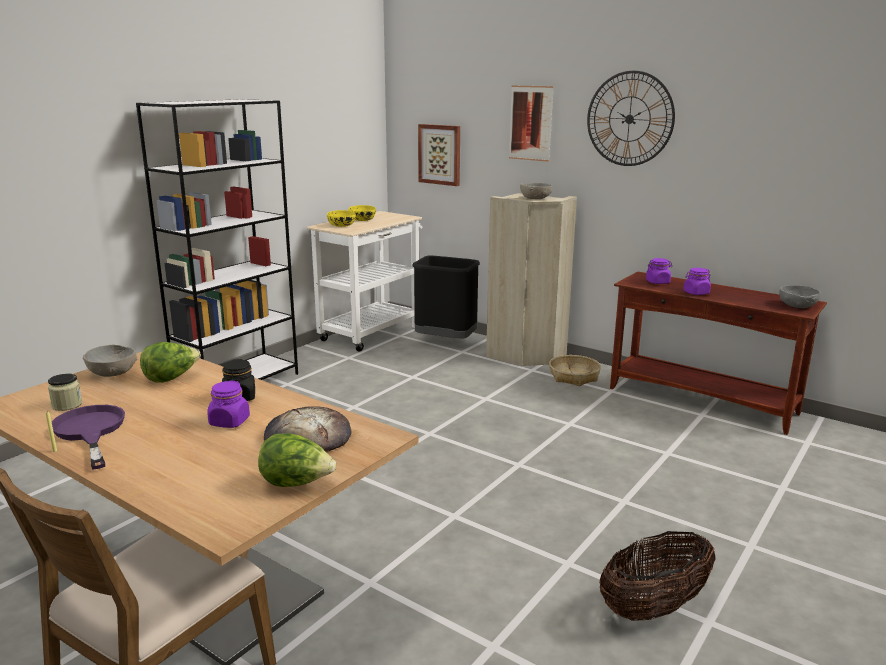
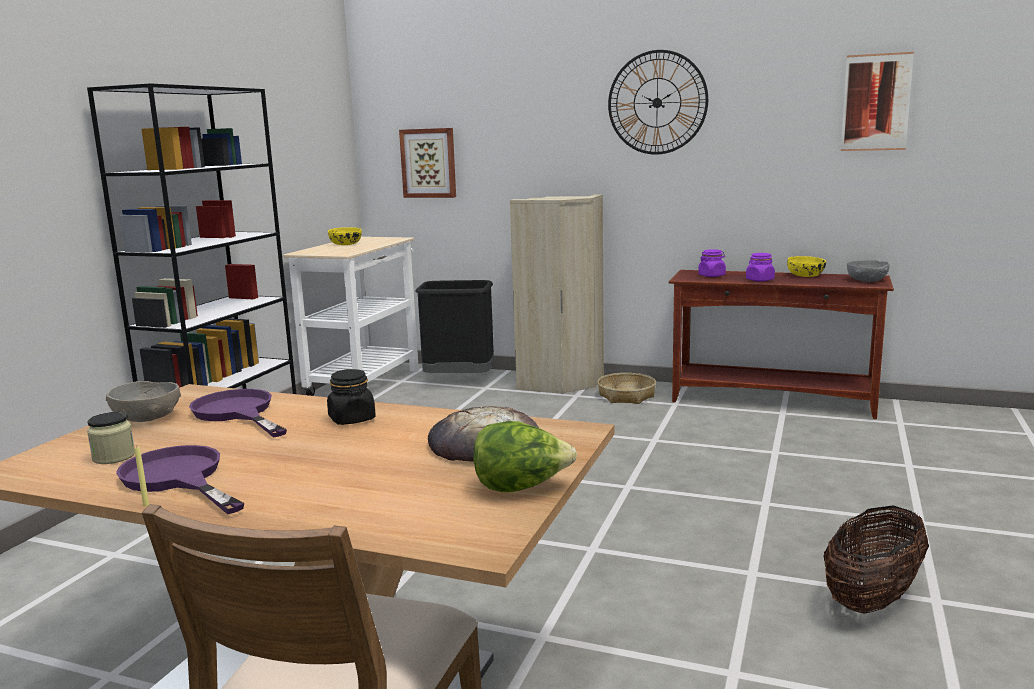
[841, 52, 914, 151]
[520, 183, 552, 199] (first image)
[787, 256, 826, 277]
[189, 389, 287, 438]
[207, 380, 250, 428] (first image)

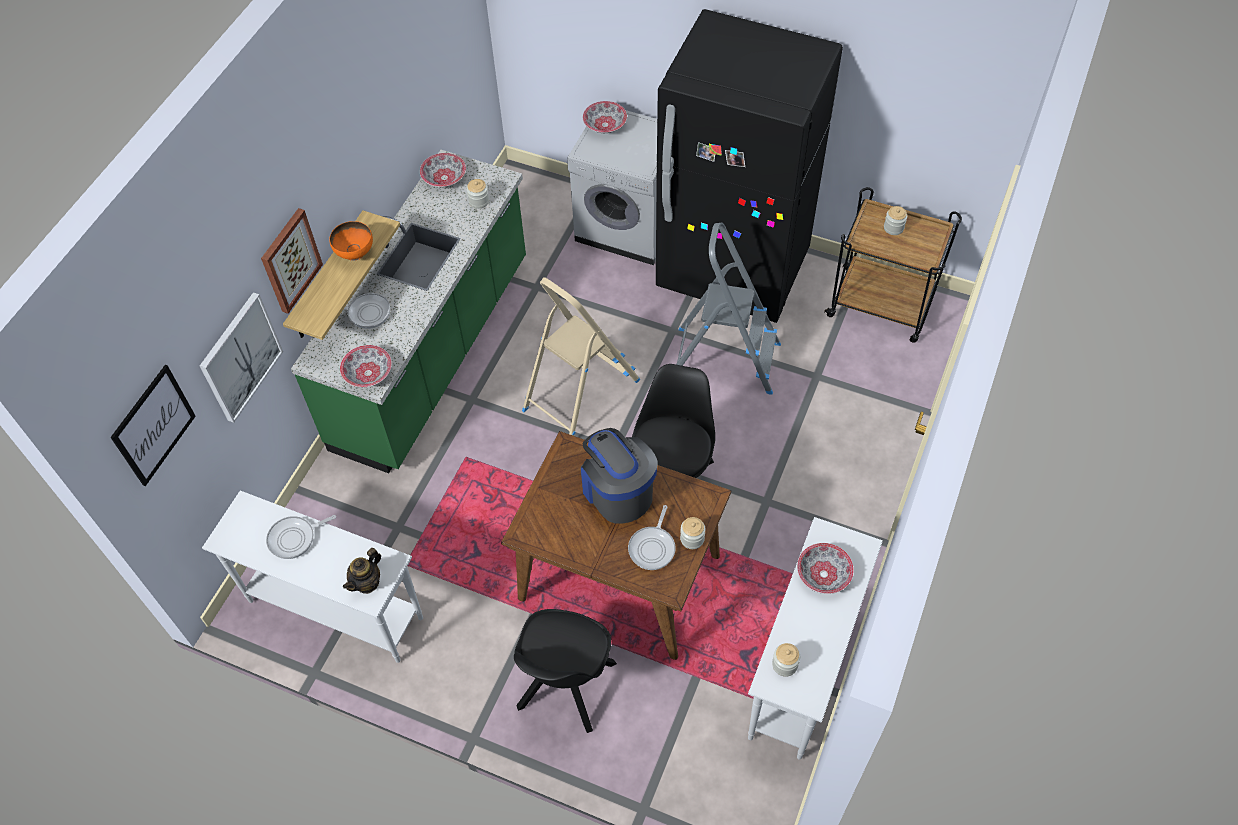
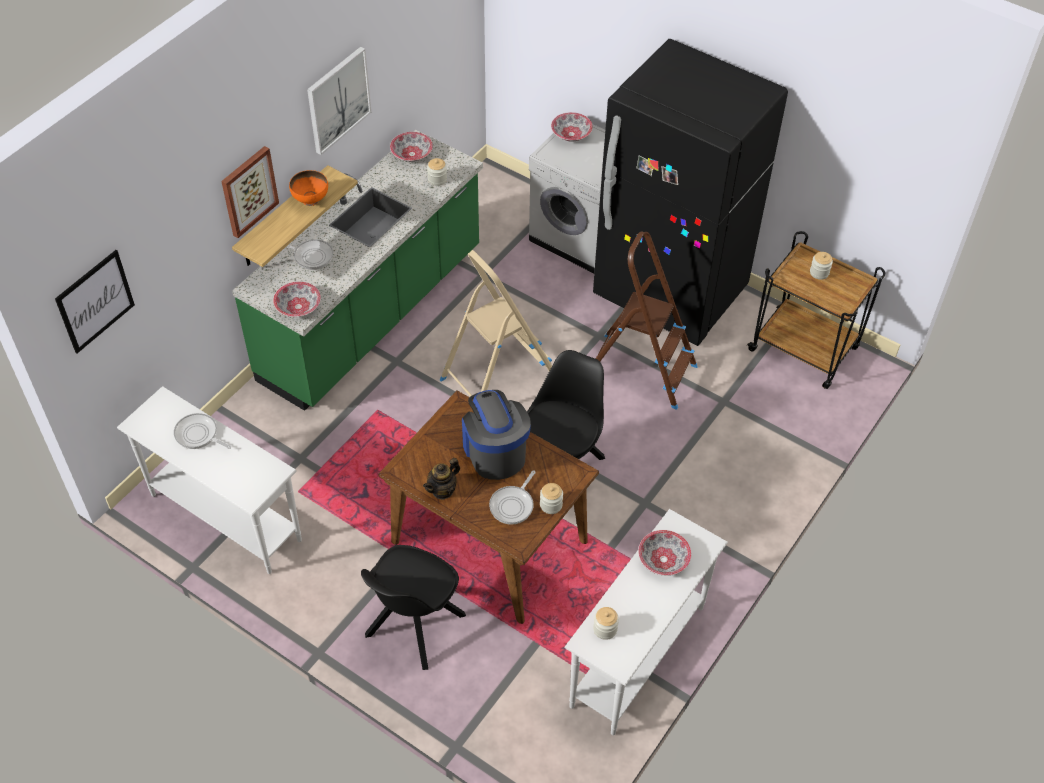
[595, 232, 698, 410]
[307, 47, 371, 155]
[174, 413, 231, 449]
[423, 458, 460, 500]

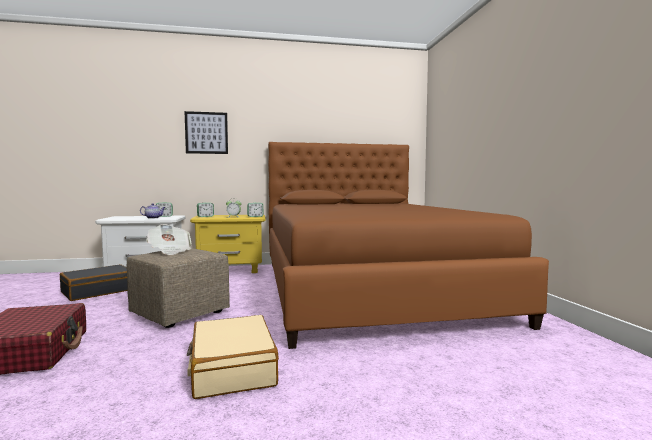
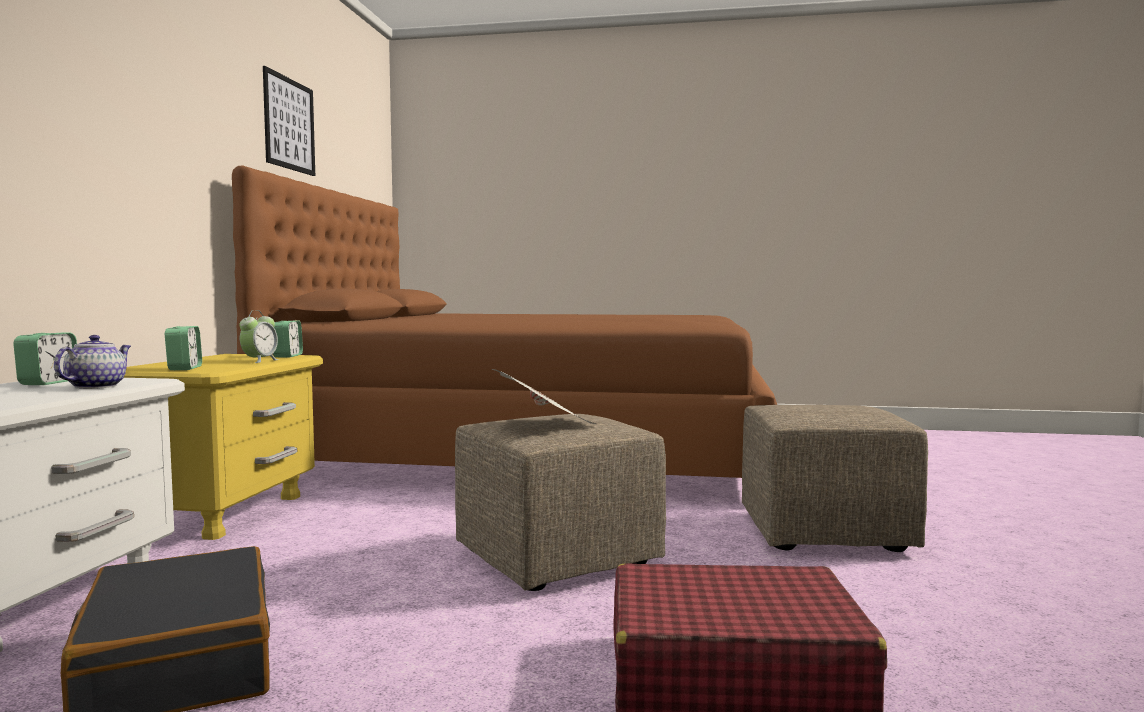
[263, 66, 315, 176]
[742, 405, 928, 552]

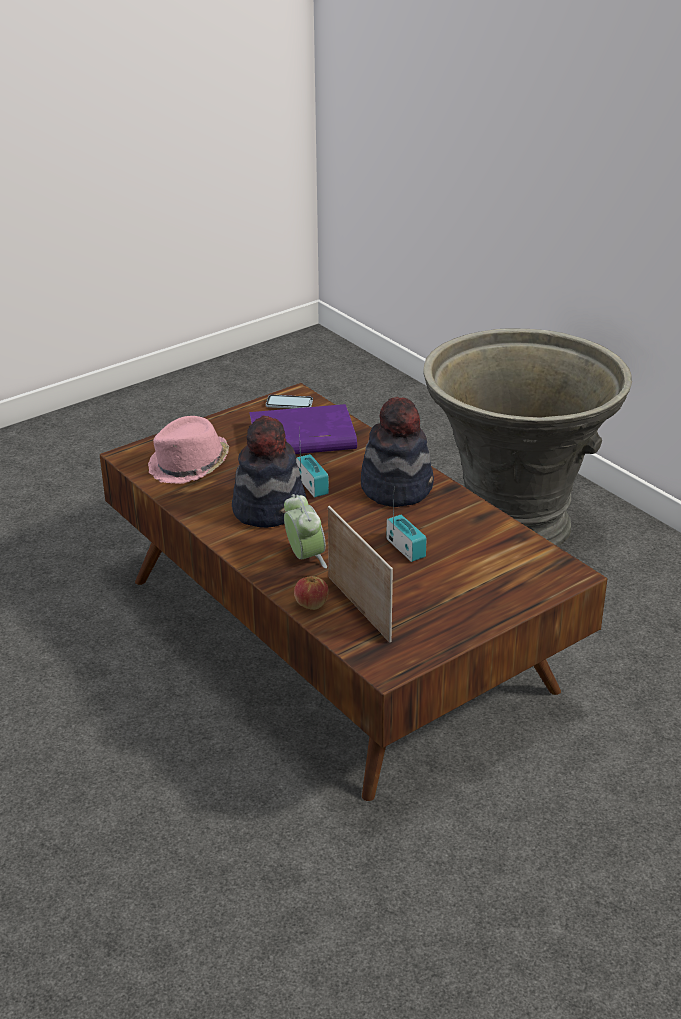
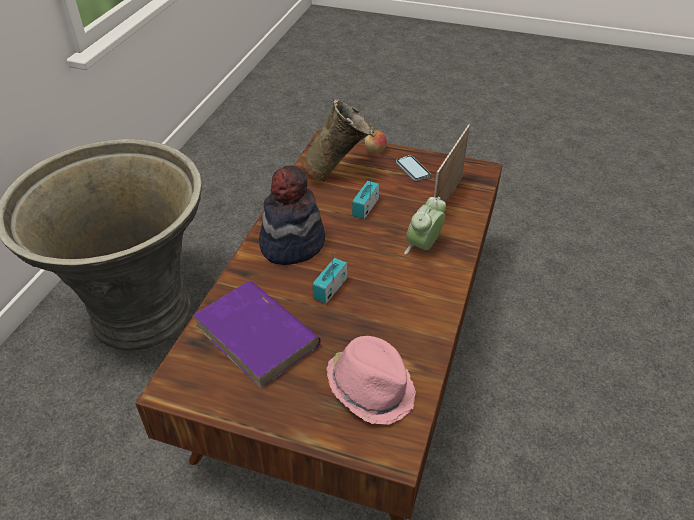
[396, 155, 431, 181]
[232, 416, 306, 528] (first image)
[365, 130, 387, 154]
[300, 99, 374, 181]

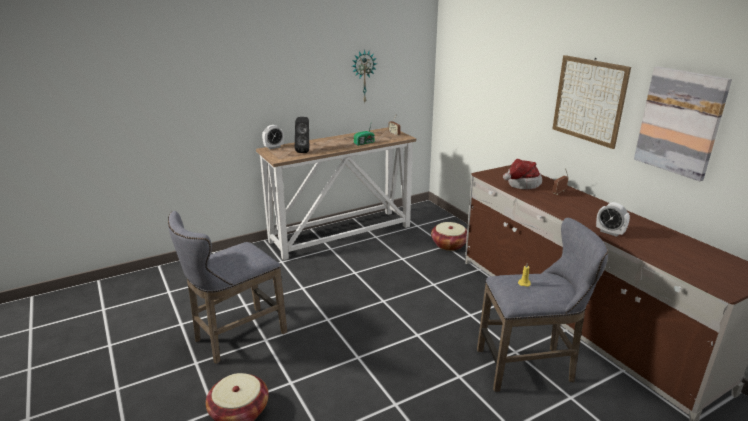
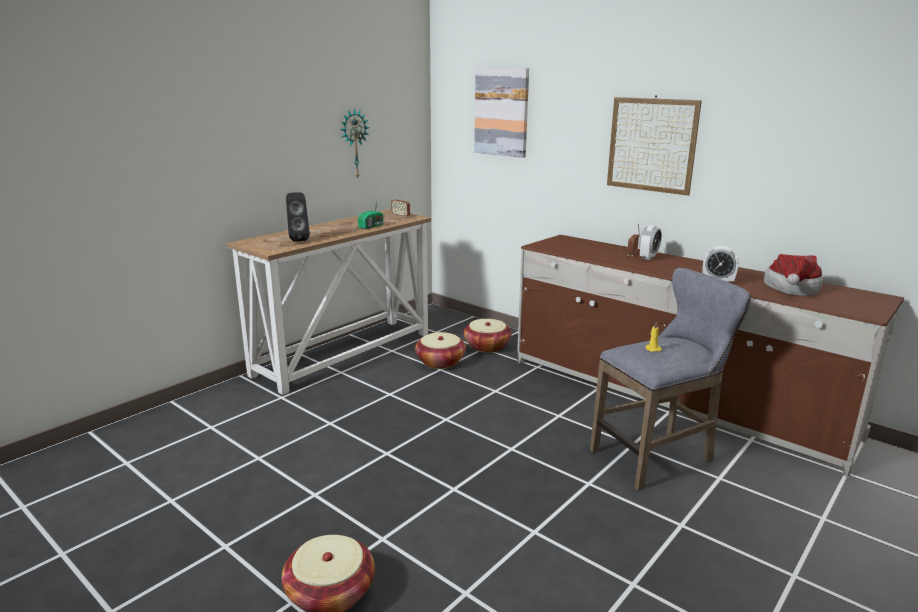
[474, 68, 529, 158]
[639, 225, 662, 260]
[764, 254, 823, 296]
[168, 211, 287, 364] (first image)
[415, 332, 466, 369]

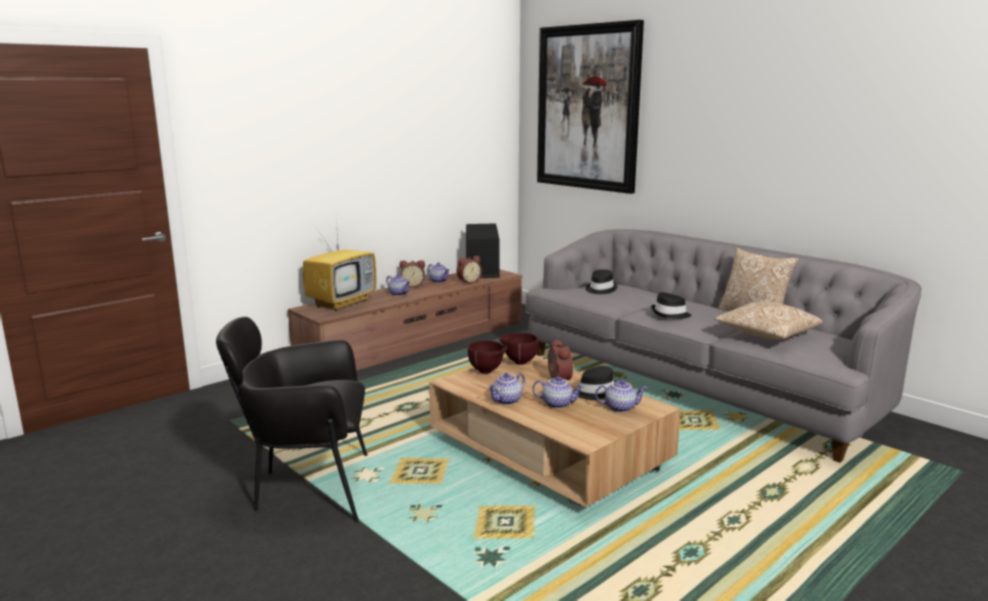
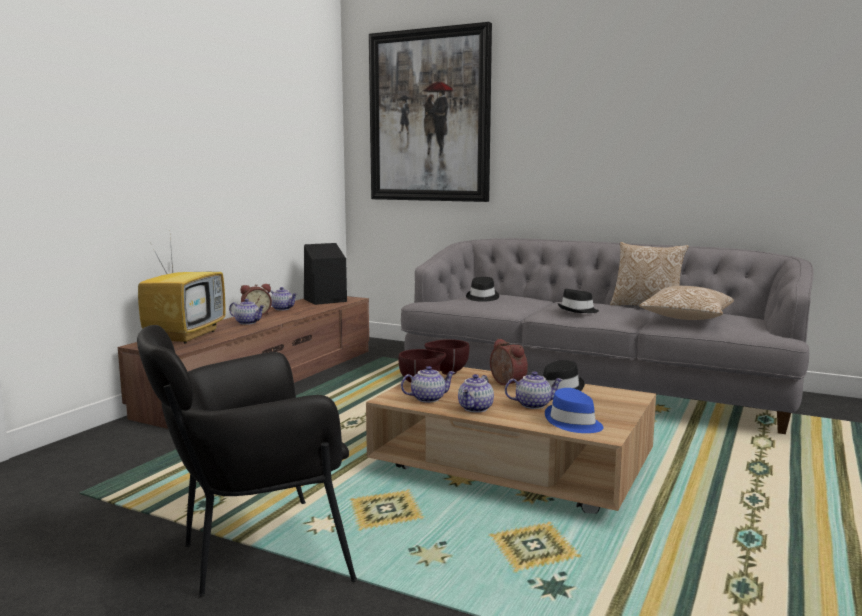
[456, 256, 482, 284] (first image)
[401, 366, 456, 403]
[545, 388, 603, 433]

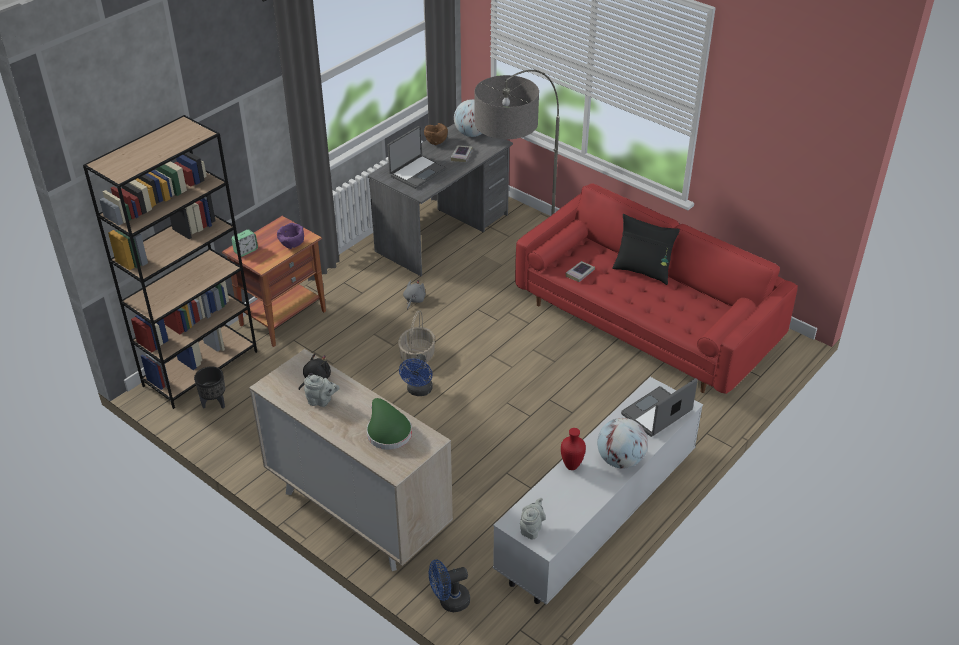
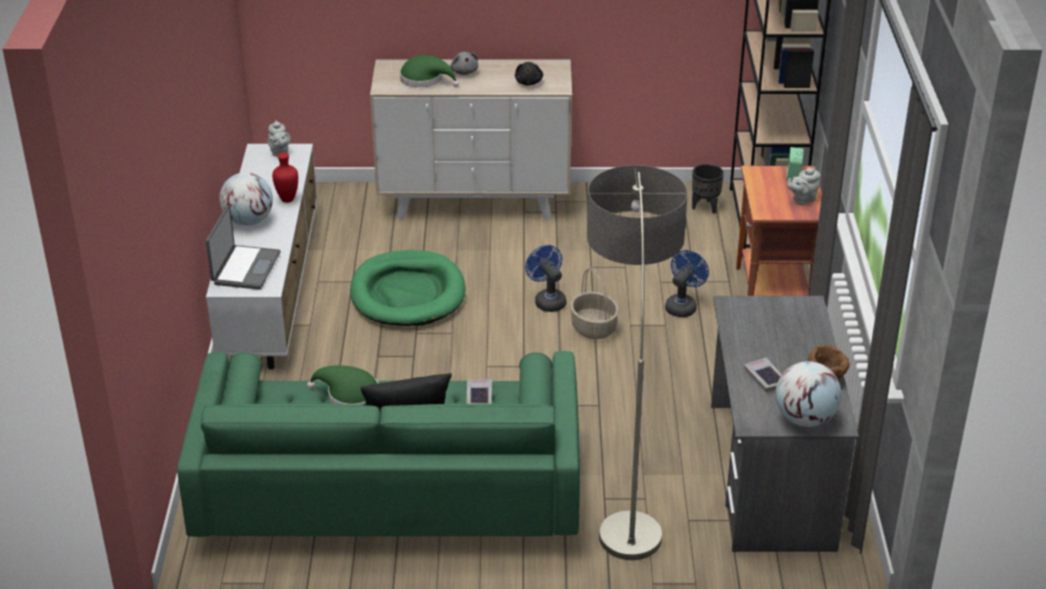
[387, 126, 446, 189] (first image)
[177, 351, 580, 537]
[277, 223, 304, 249] (first image)
[450, 52, 478, 75]
[787, 167, 820, 205]
[665, 250, 709, 317]
[350, 250, 466, 326]
[307, 365, 378, 405]

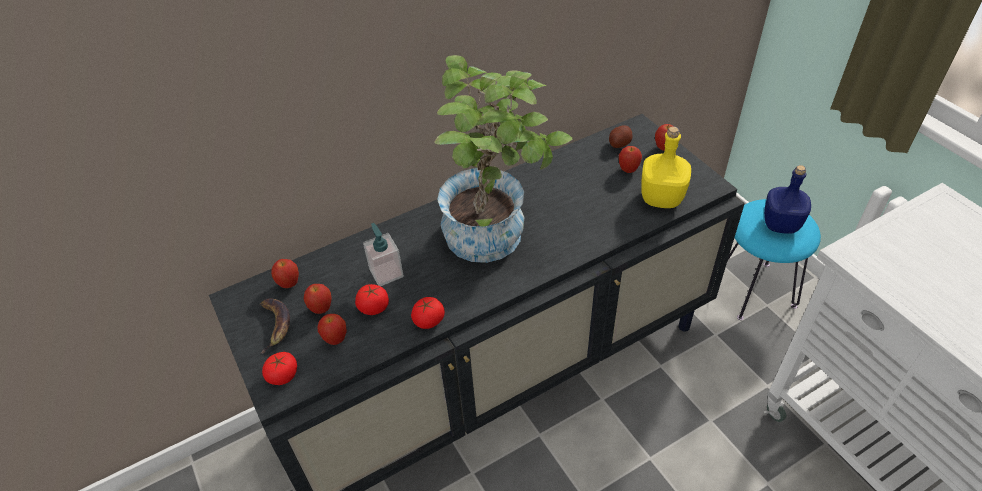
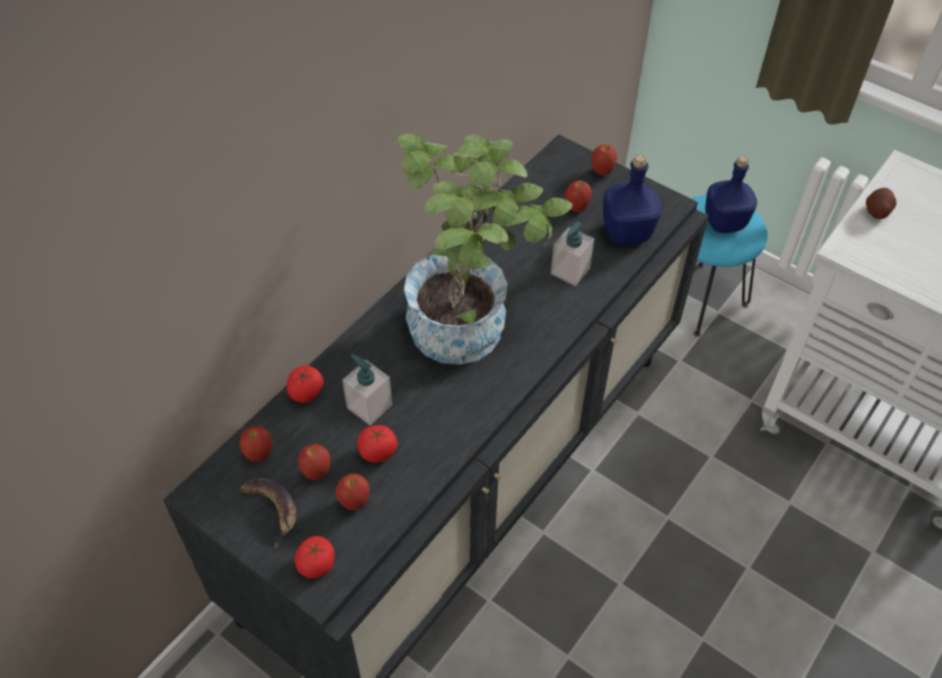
[866, 188, 897, 219]
[603, 155, 662, 245]
[287, 366, 324, 403]
[551, 221, 594, 286]

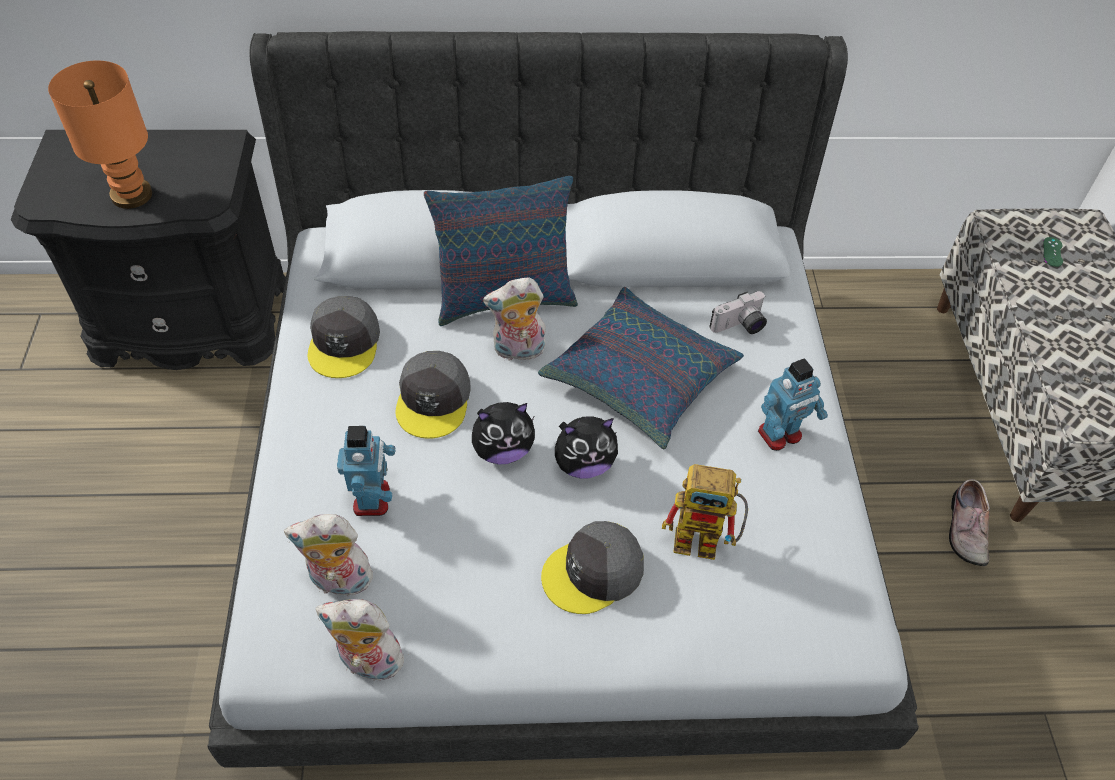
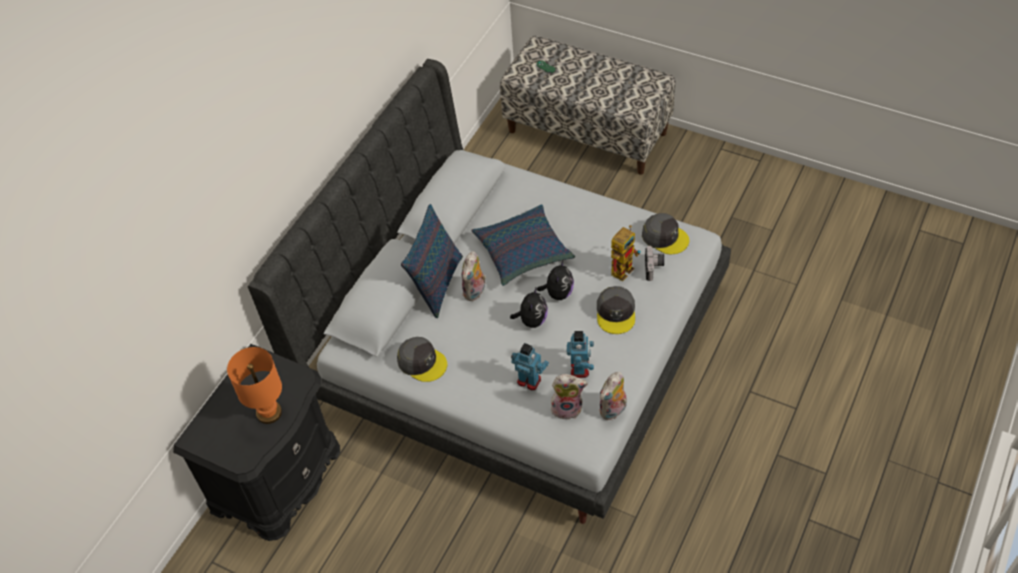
[645, 246, 664, 281]
[642, 213, 689, 254]
[567, 331, 594, 378]
[949, 479, 990, 566] (first image)
[551, 374, 588, 420]

